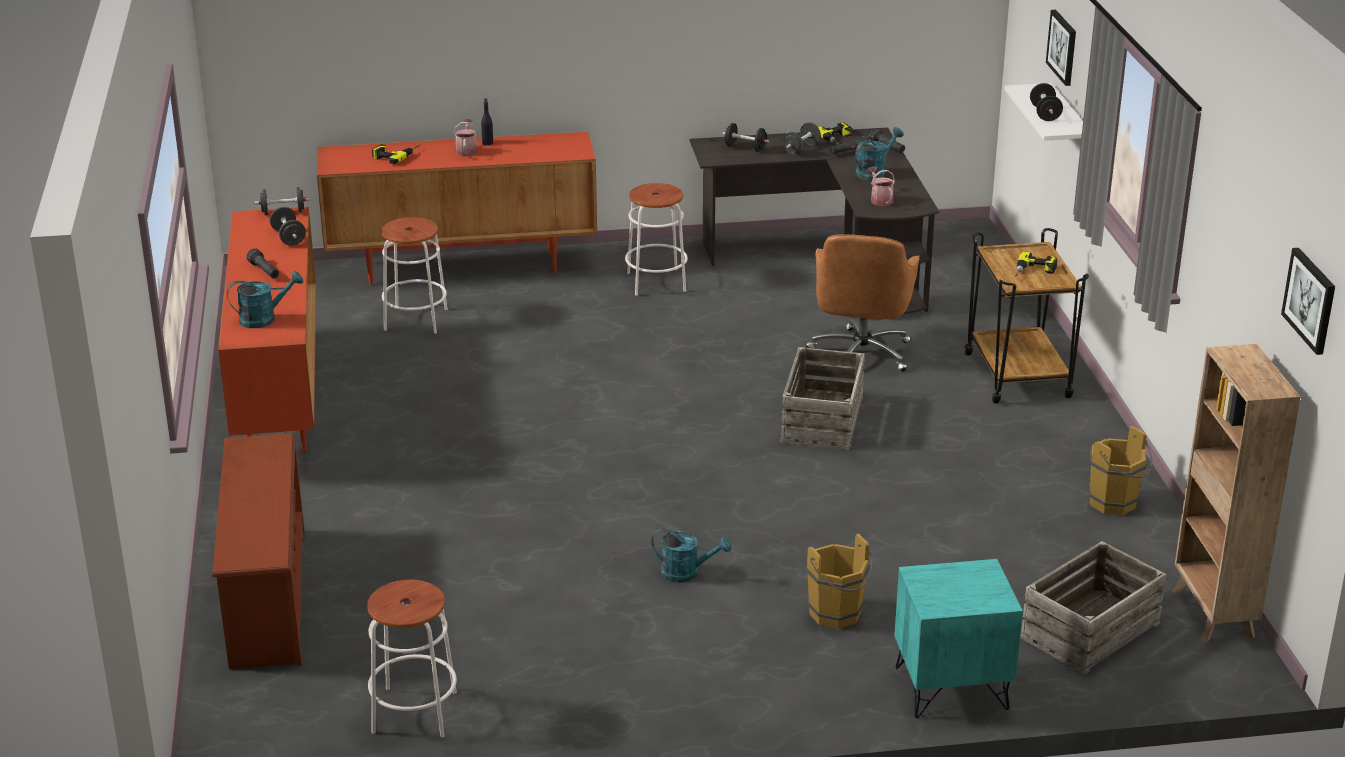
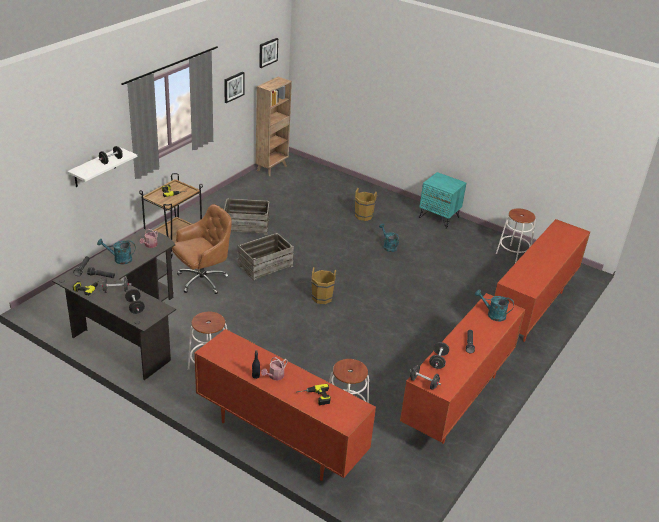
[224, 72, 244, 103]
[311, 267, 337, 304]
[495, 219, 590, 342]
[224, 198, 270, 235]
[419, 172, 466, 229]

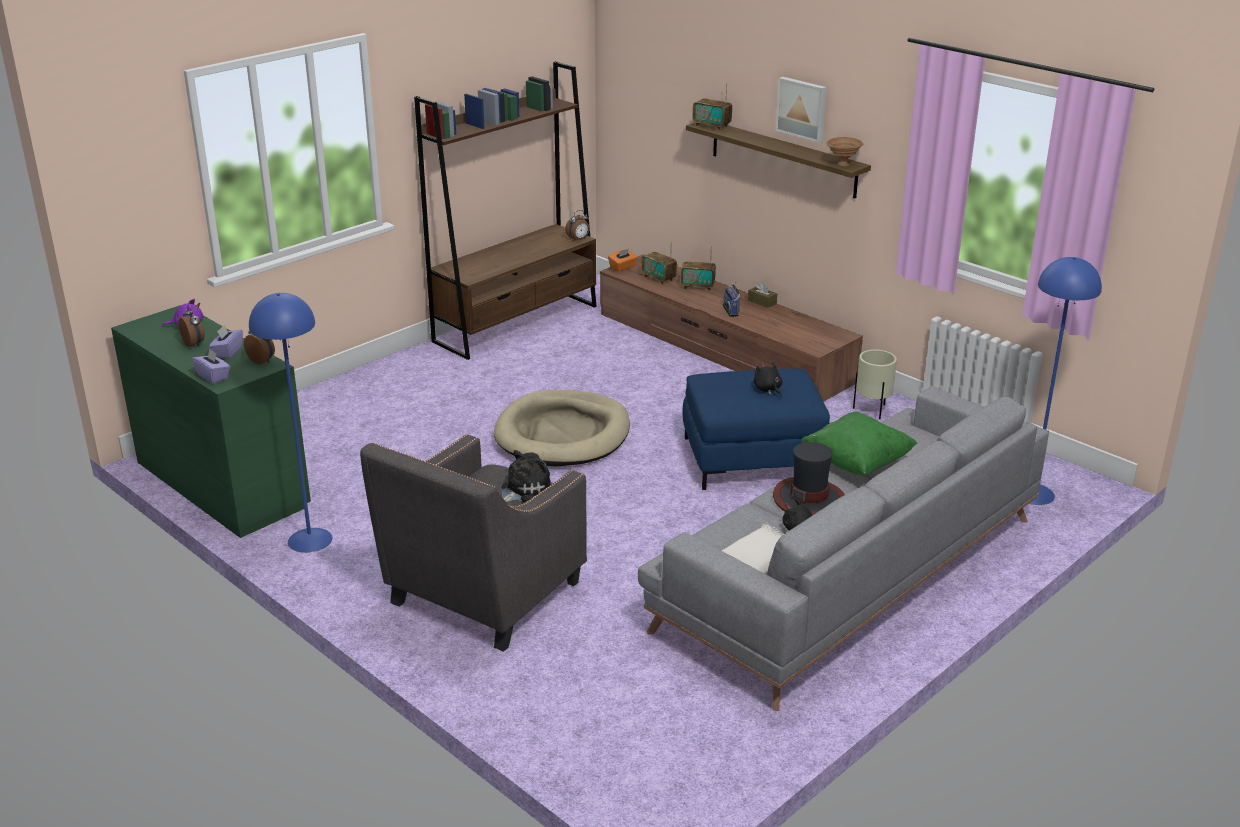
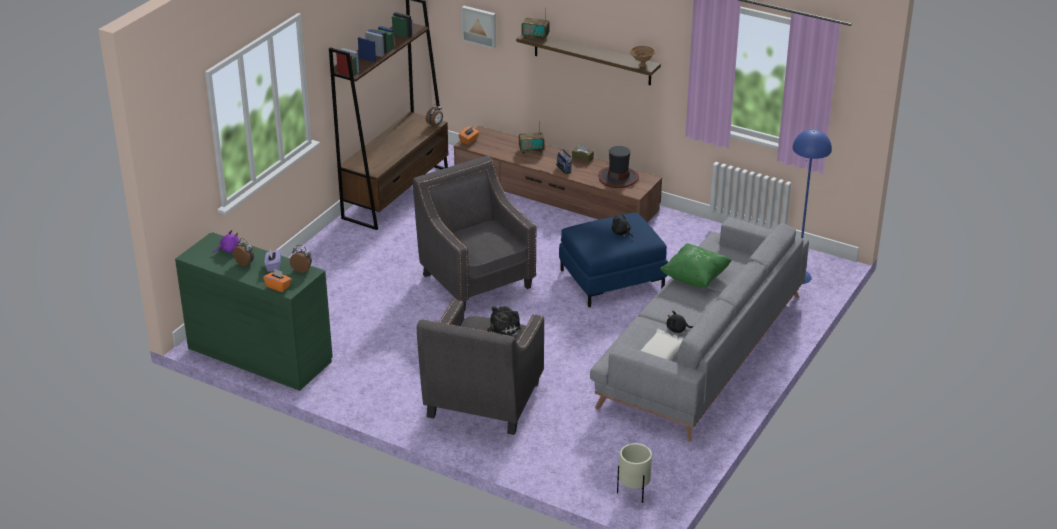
[462, 6, 496, 49]
[641, 242, 677, 285] (first image)
[249, 293, 332, 553] (first image)
[263, 268, 291, 292]
[617, 443, 652, 503]
[413, 156, 536, 311]
[598, 146, 639, 188]

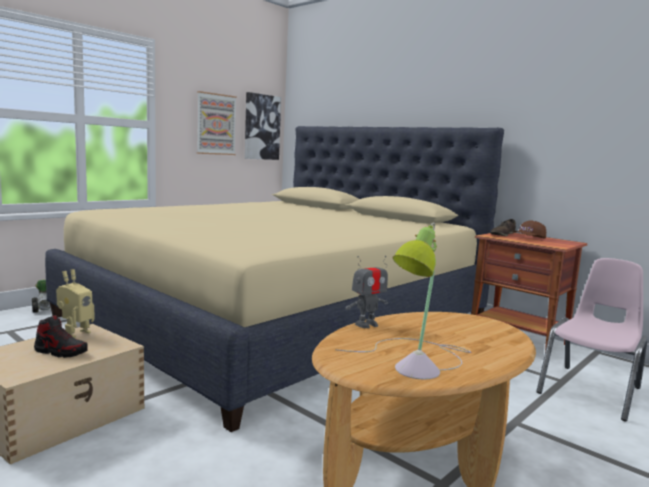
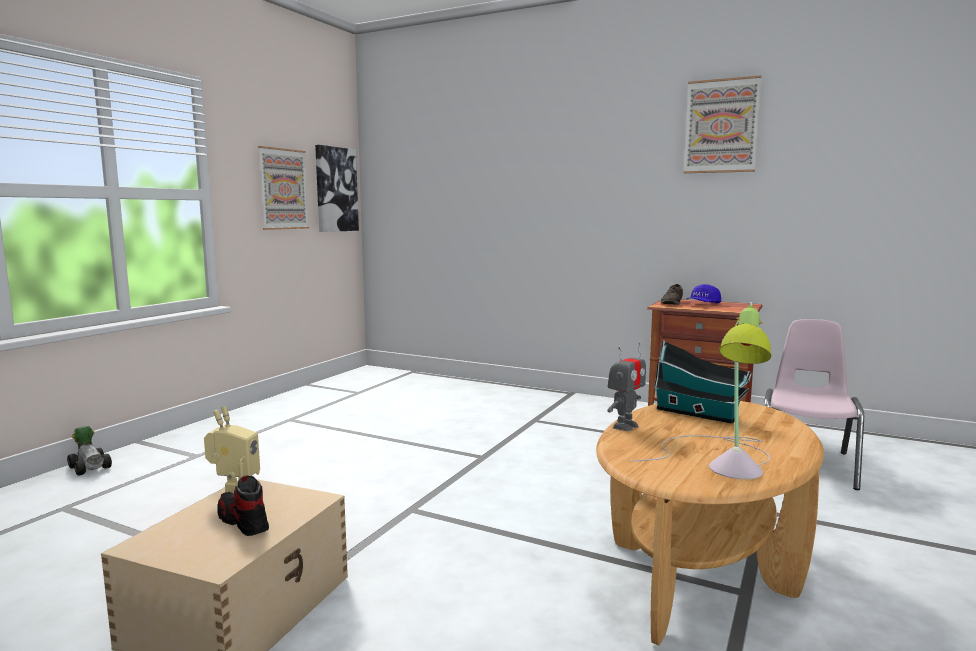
[45, 126, 504, 432] (first image)
[687, 284, 721, 303]
[217, 475, 269, 536]
[683, 75, 762, 173]
[654, 340, 751, 424]

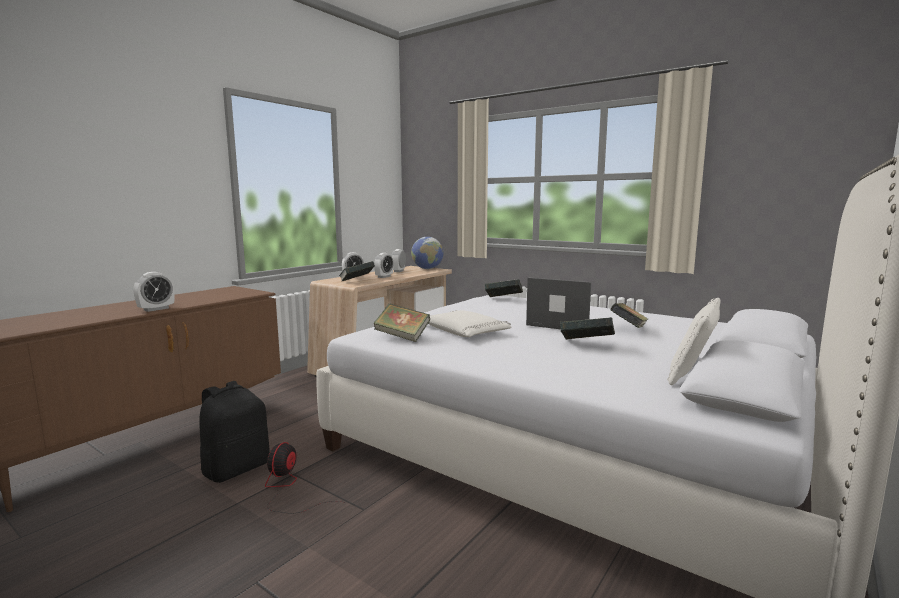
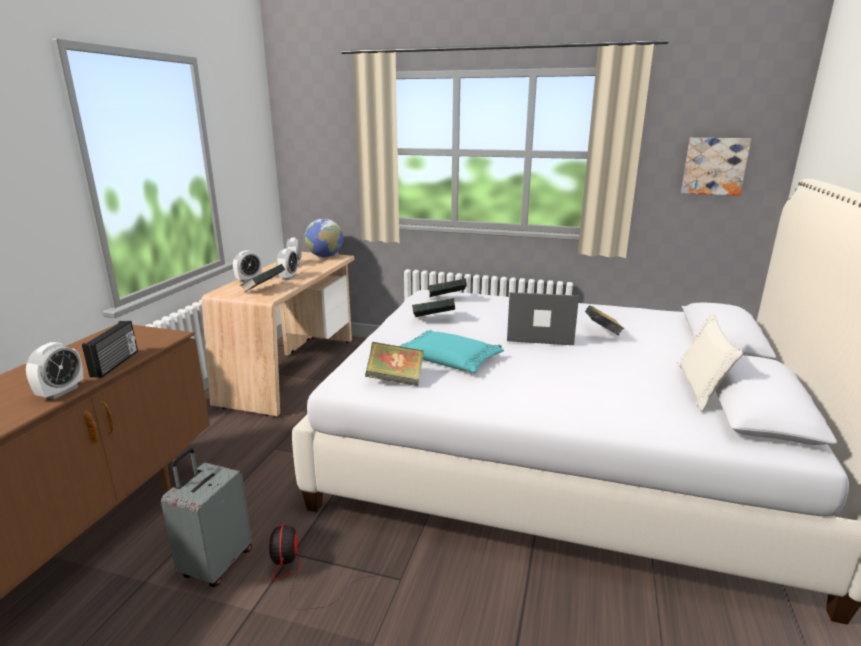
[400, 330, 504, 373]
[412, 298, 455, 317]
[161, 448, 252, 587]
[681, 138, 751, 196]
[82, 321, 138, 378]

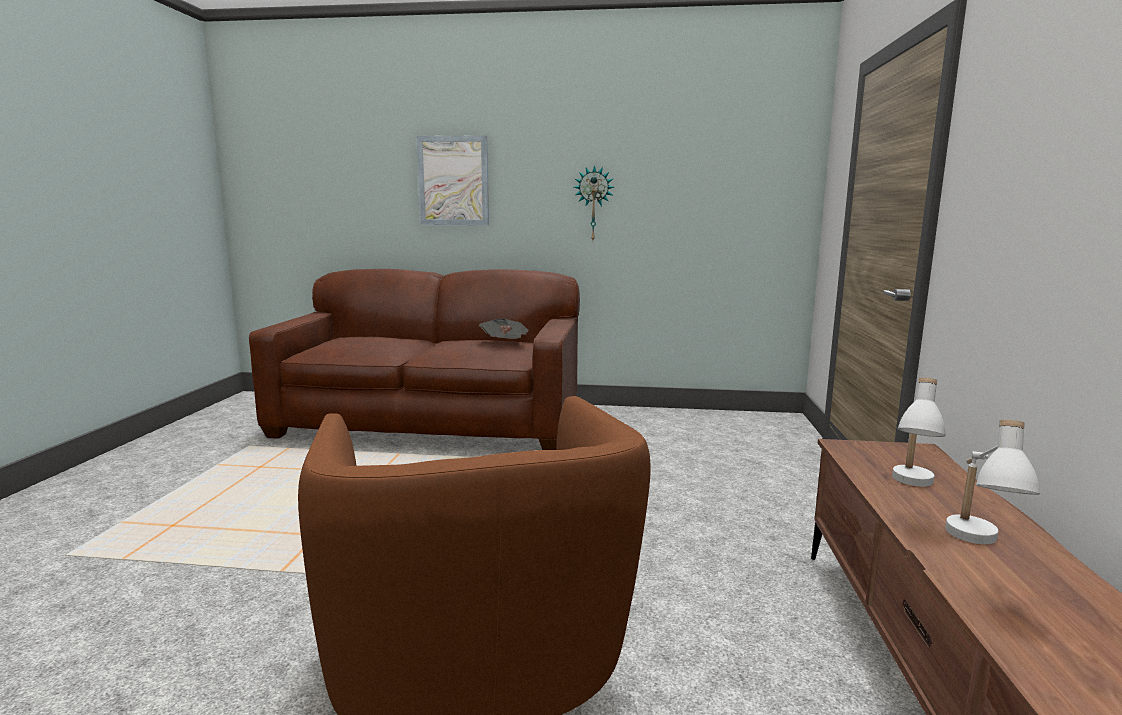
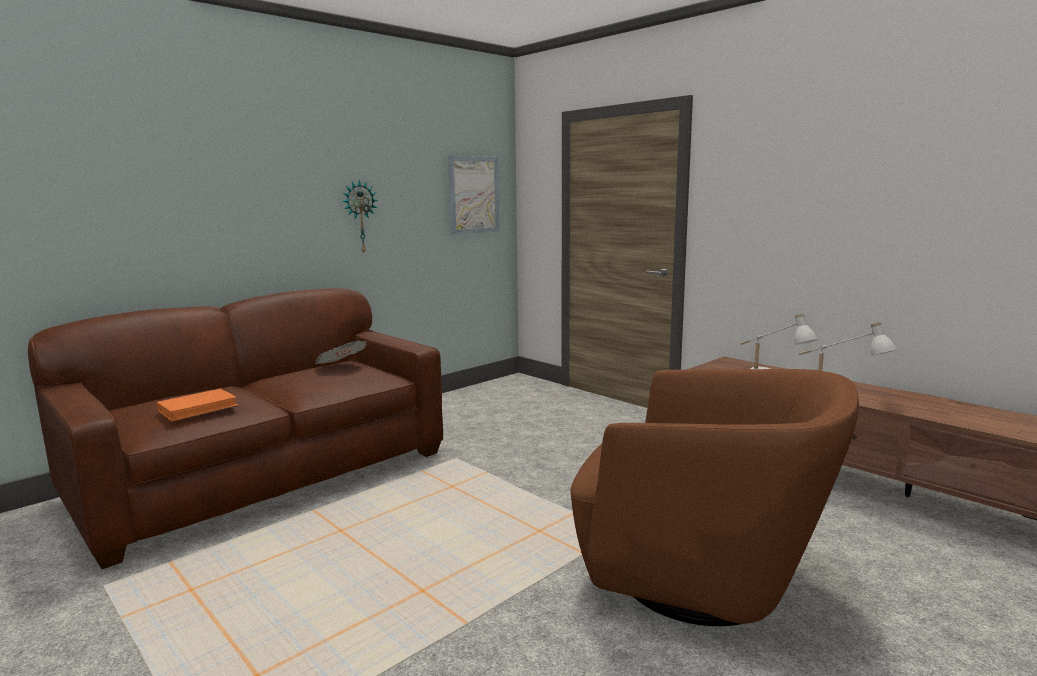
[448, 155, 499, 235]
[157, 388, 239, 422]

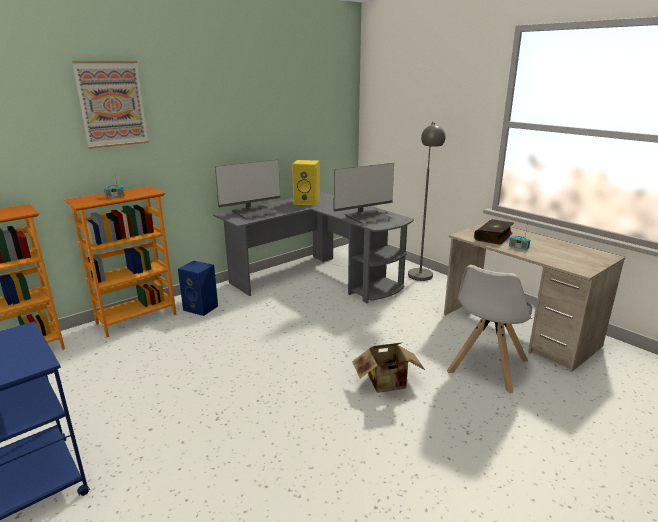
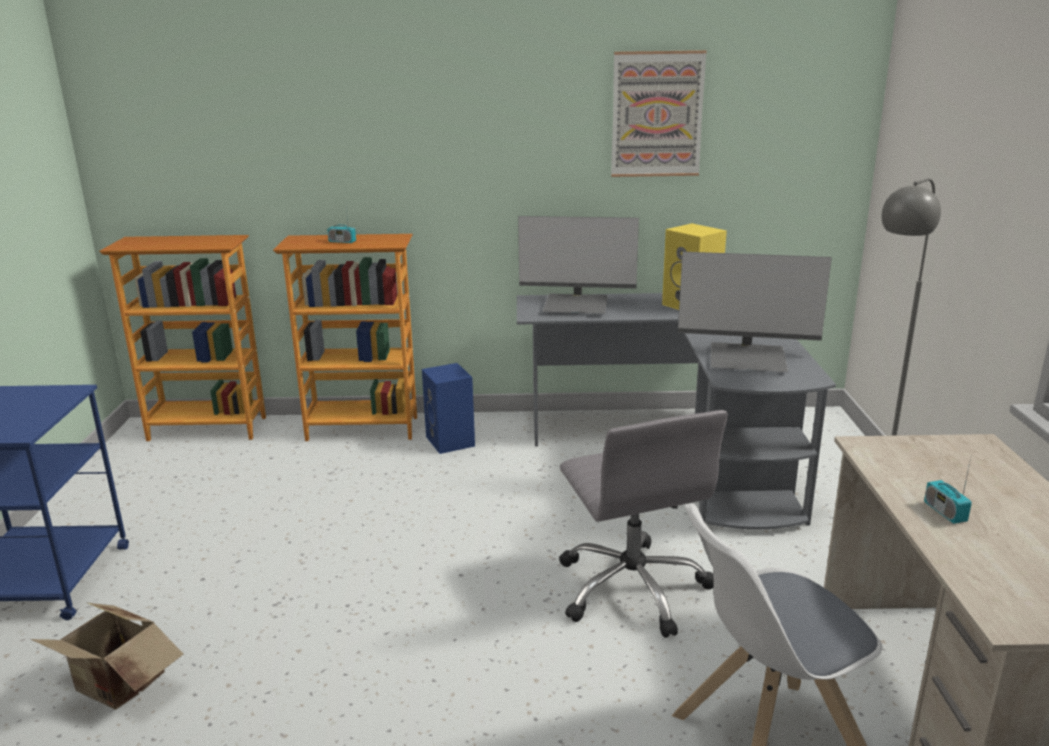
[611, 50, 707, 177]
[474, 219, 514, 245] (first image)
[31, 603, 183, 710]
[559, 410, 728, 638]

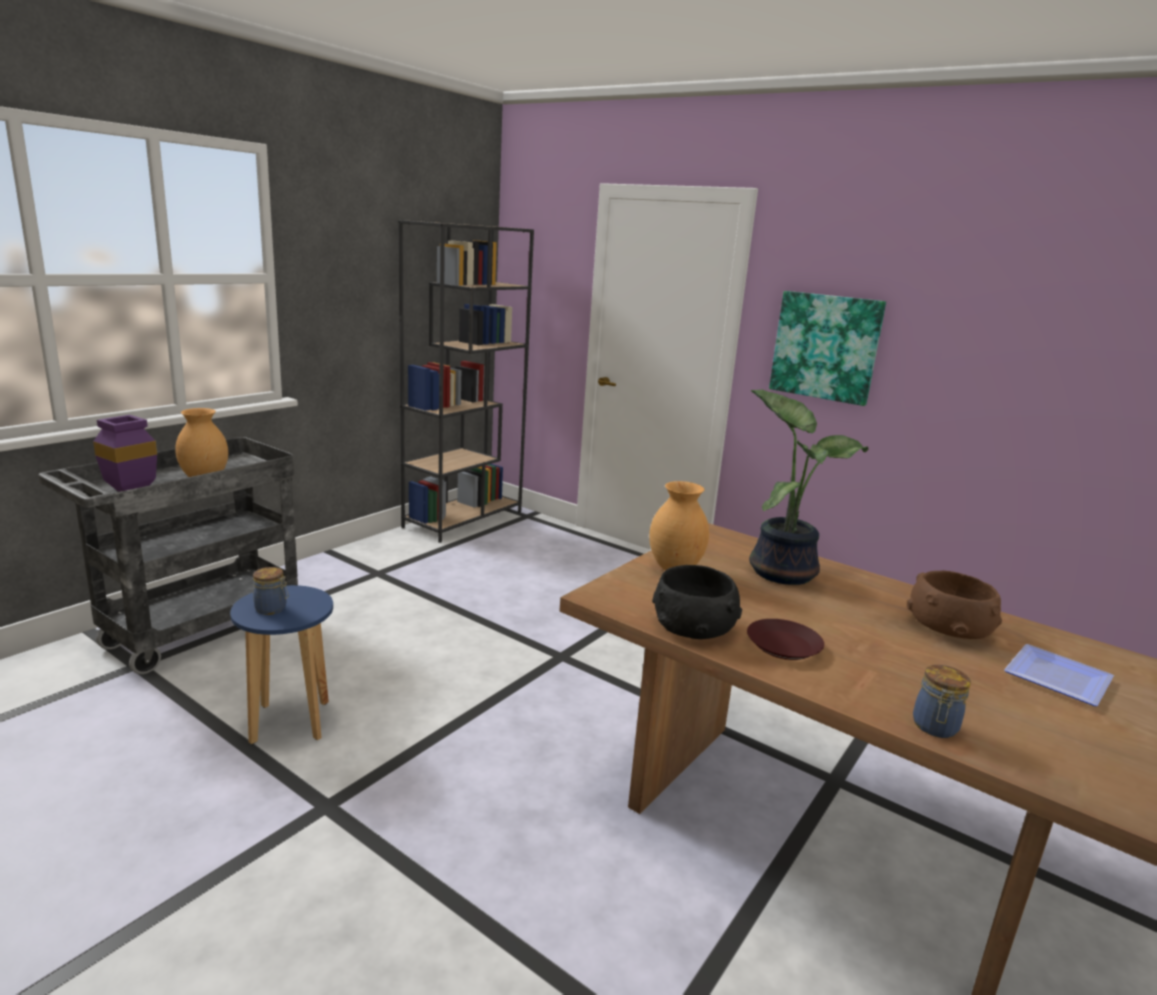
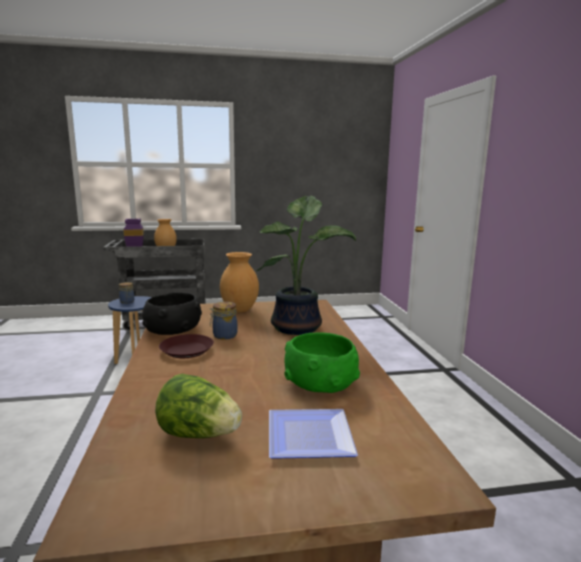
[398, 220, 534, 543] (first image)
[769, 291, 886, 406] (first image)
[284, 332, 360, 393]
[210, 301, 238, 340]
[155, 374, 242, 438]

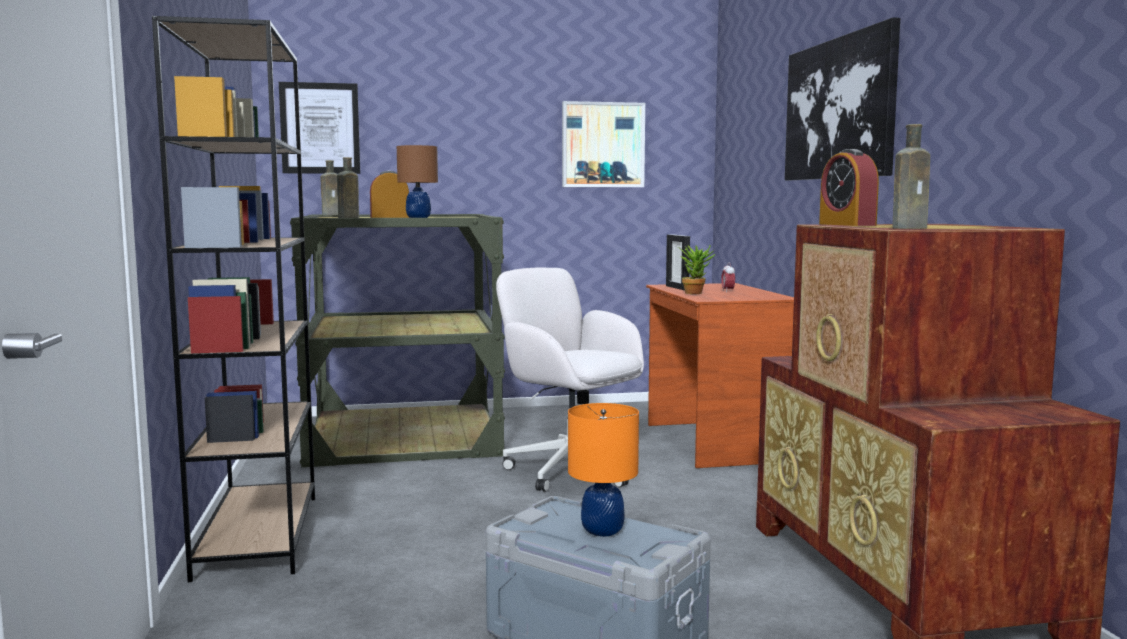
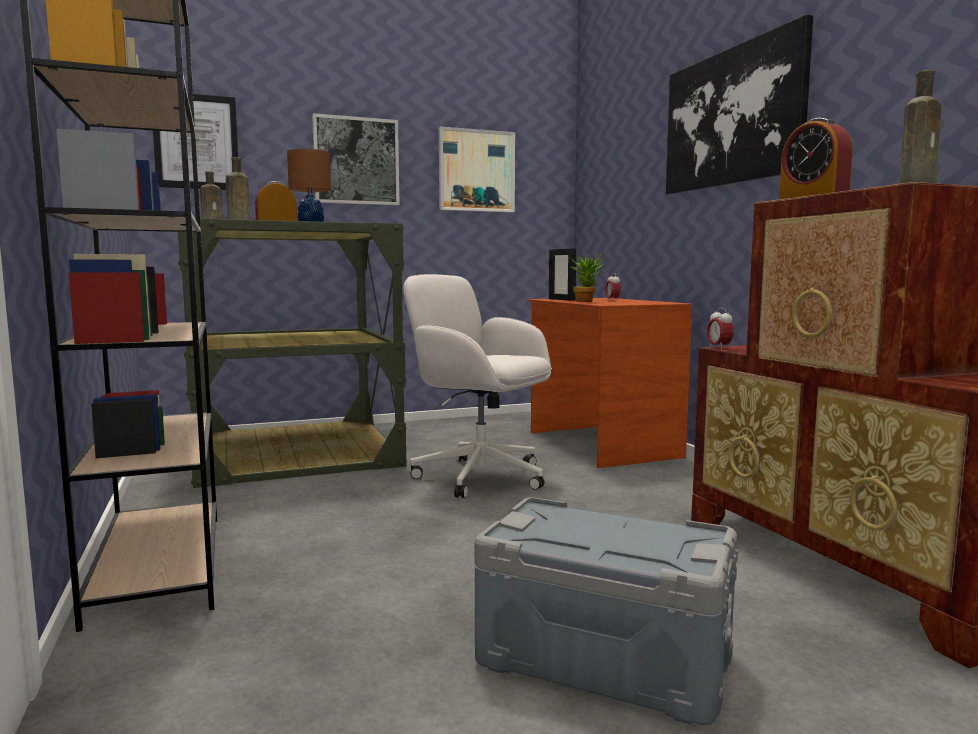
[568, 403, 639, 537] (first image)
[312, 113, 400, 205]
[707, 308, 734, 349]

